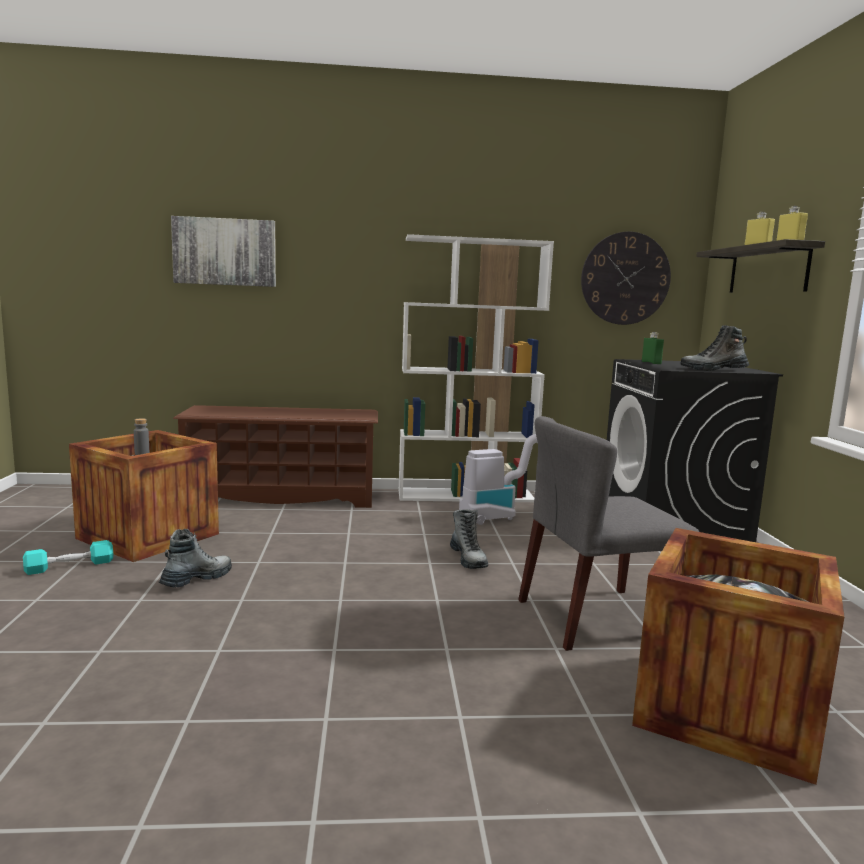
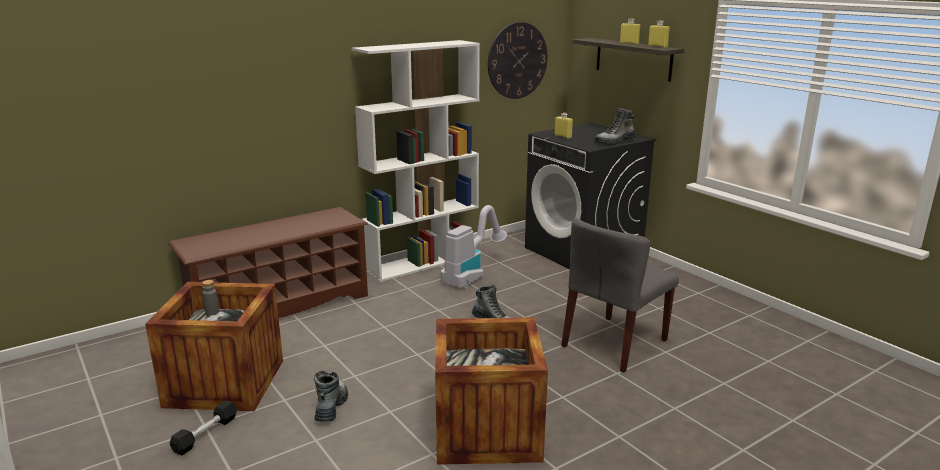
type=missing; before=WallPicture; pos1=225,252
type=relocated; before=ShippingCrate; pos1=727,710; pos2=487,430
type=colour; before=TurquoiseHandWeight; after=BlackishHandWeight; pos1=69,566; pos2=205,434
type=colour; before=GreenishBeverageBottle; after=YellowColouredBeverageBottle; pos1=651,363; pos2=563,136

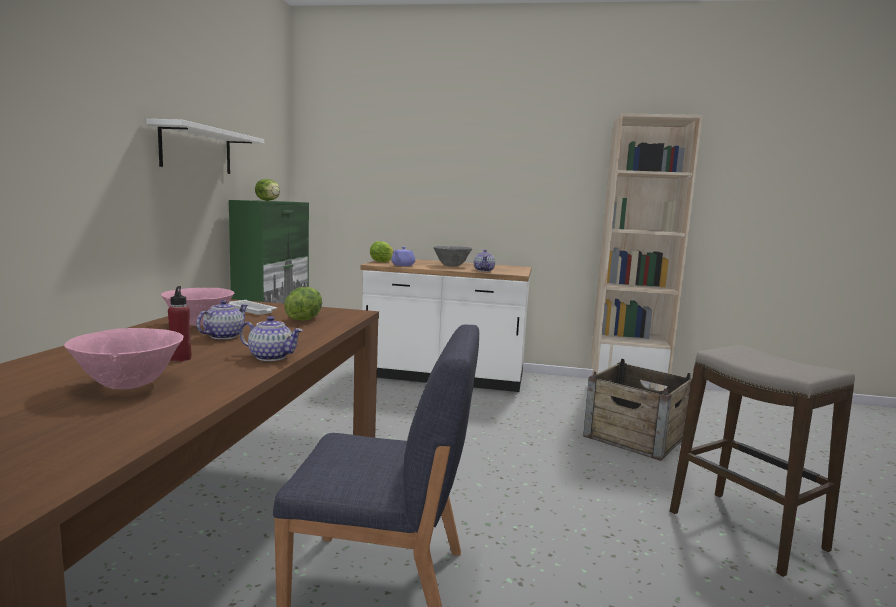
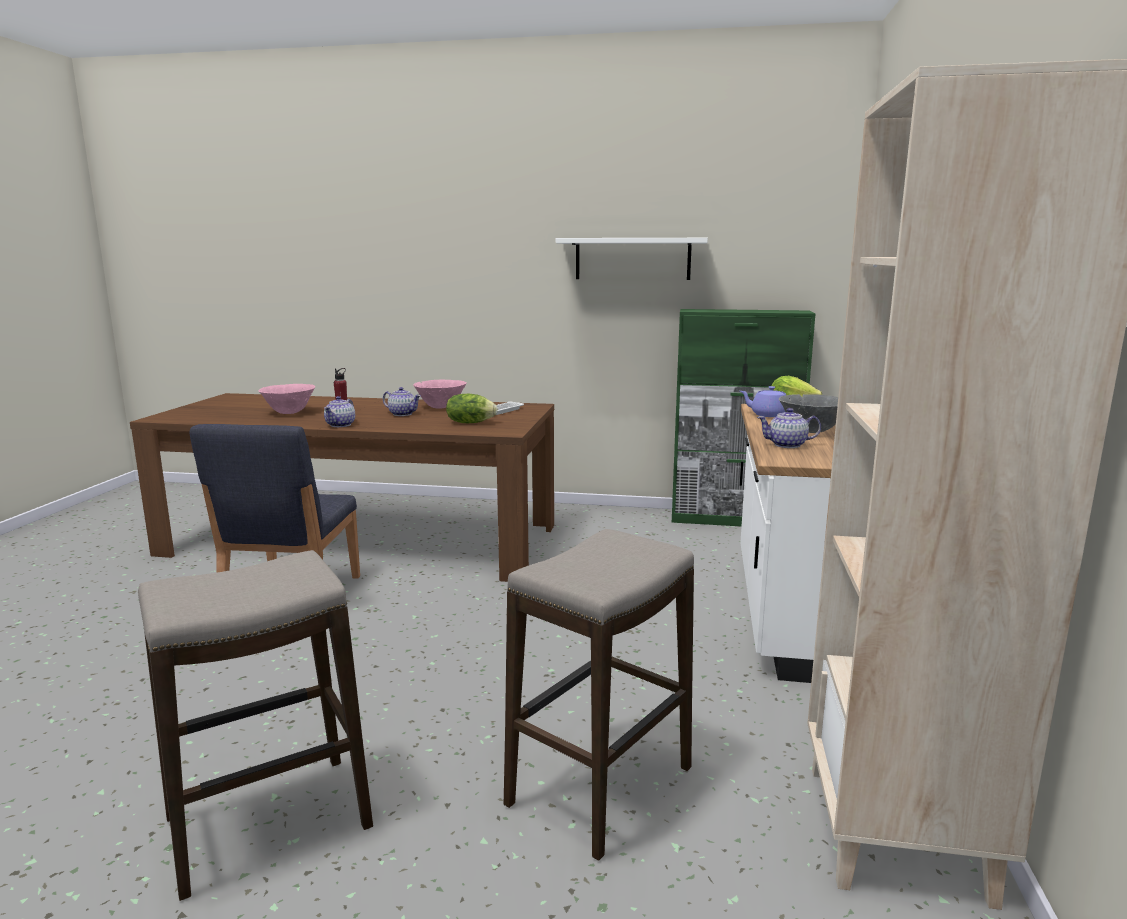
type=missing; before=LettuceHead; pos1=268,200
type=exchanged; before=ShippingCrate; after=Stool; pos1=635,436; pos2=601,786

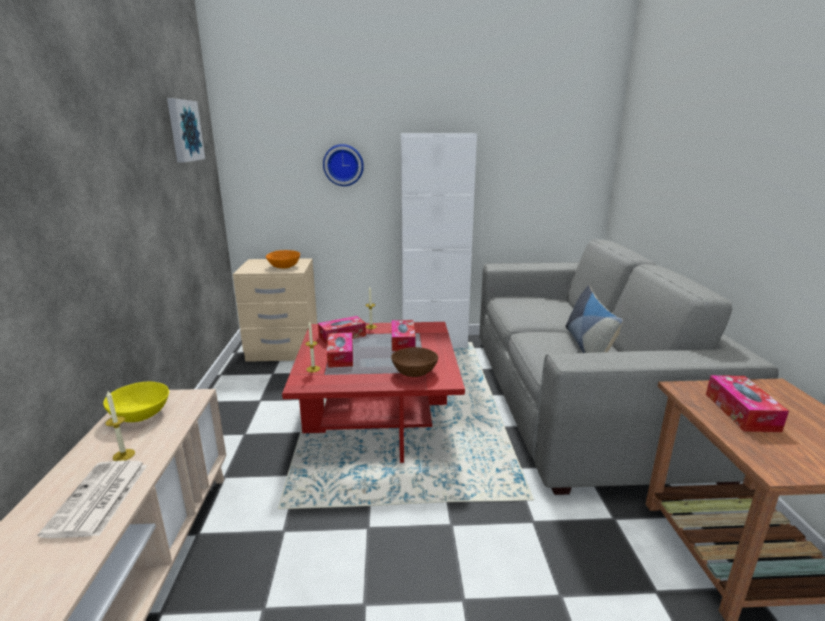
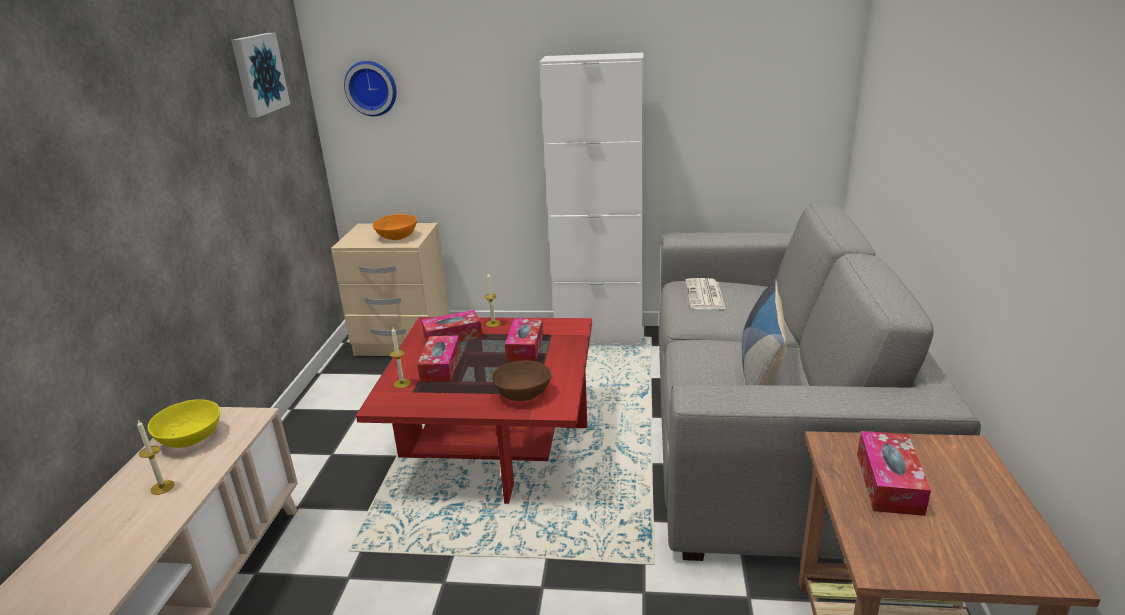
type=relocated; before=DailyPaper; pos1=98,499; pos2=705,295
type=relocated; before=HangingClock; pos1=343,165; pos2=372,88

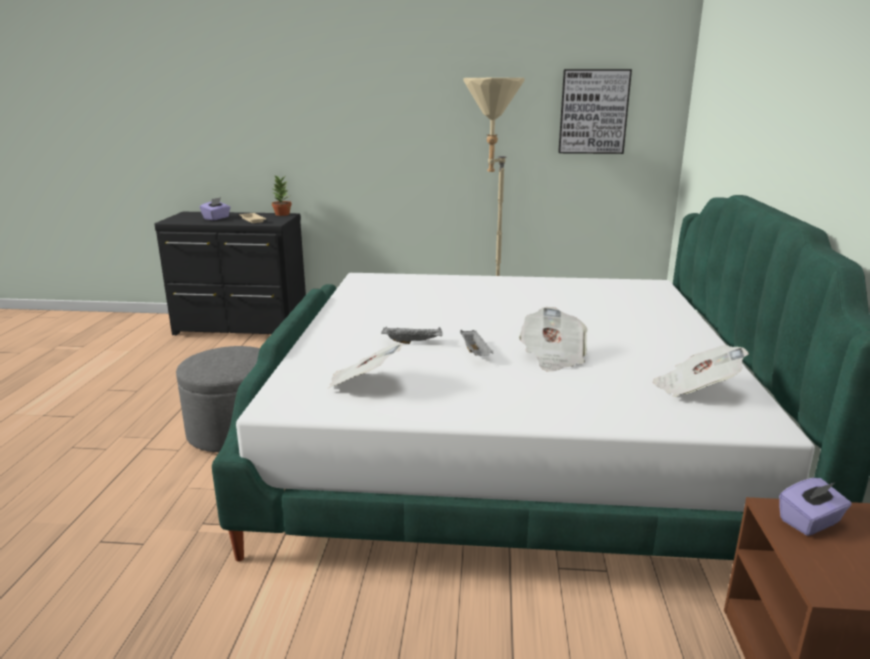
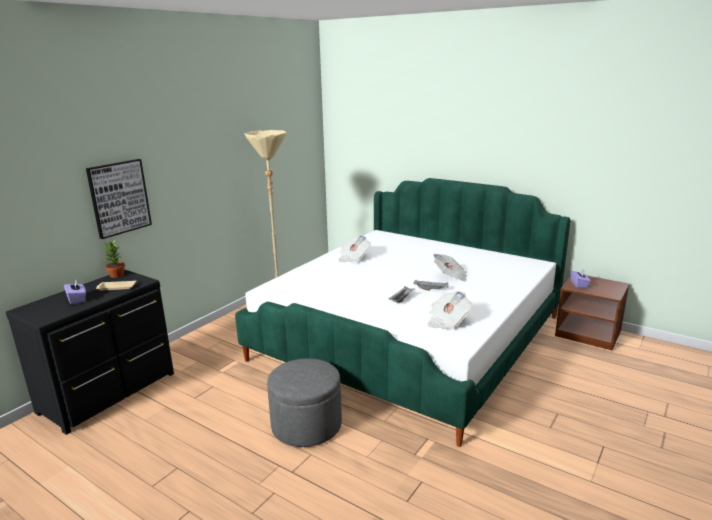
type=relocated; before=WallPicture; pos1=593,112; pos2=119,197
type=relocated; before=DailyPaper; pos1=695,390; pos2=353,258

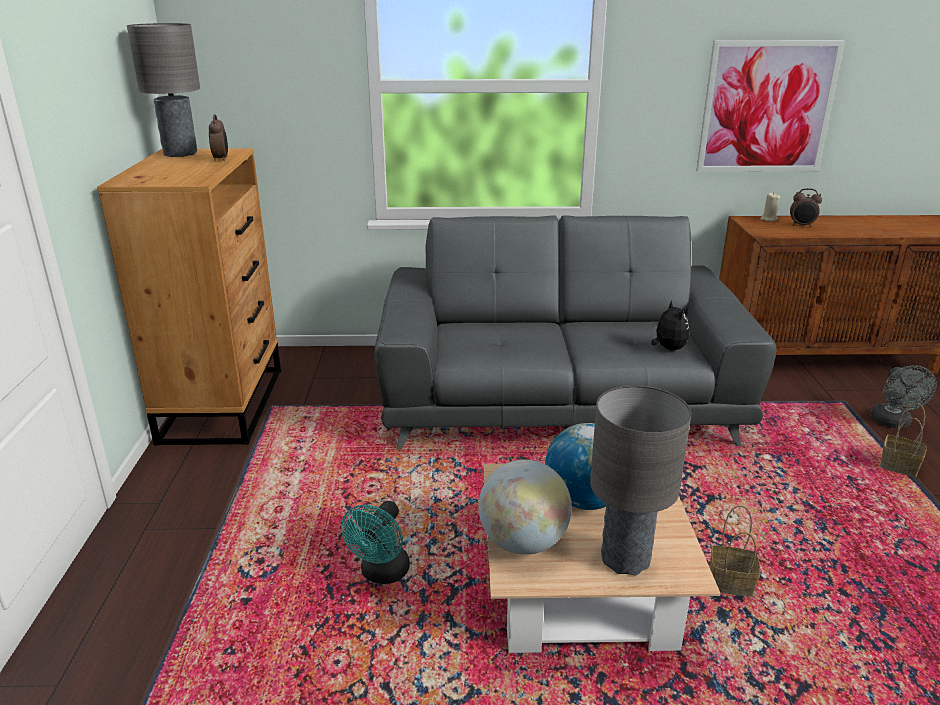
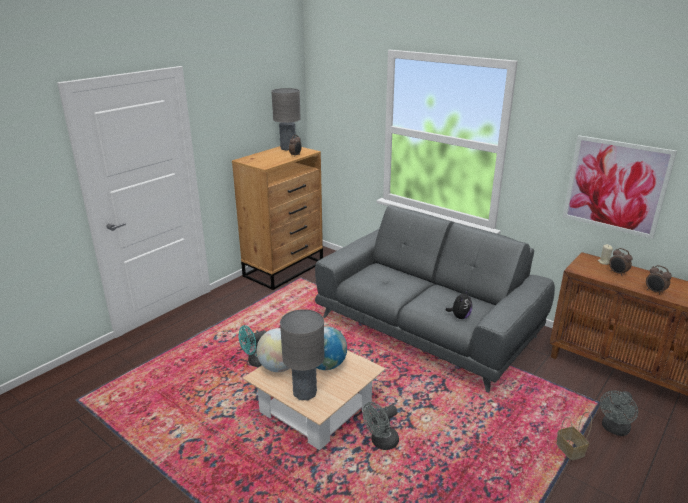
type=appeared; after=BedsideClock; pos2=654,292
type=exchanged; before=Basket; after=GreyFan; pos1=732,583; pos2=381,442

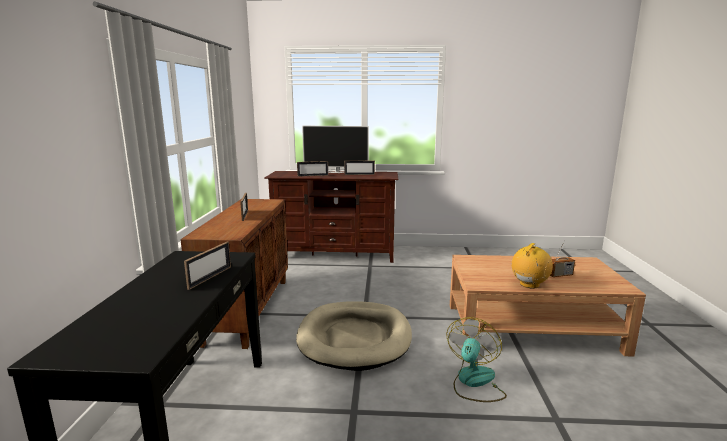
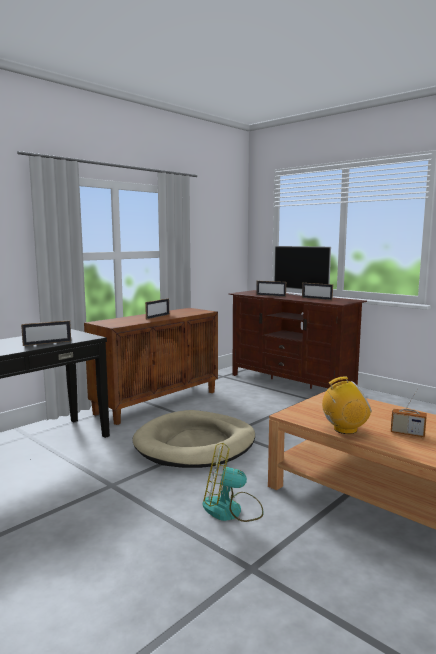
type=spun; before=Fan; pos1=474,382; pos2=231,510; turn=-150

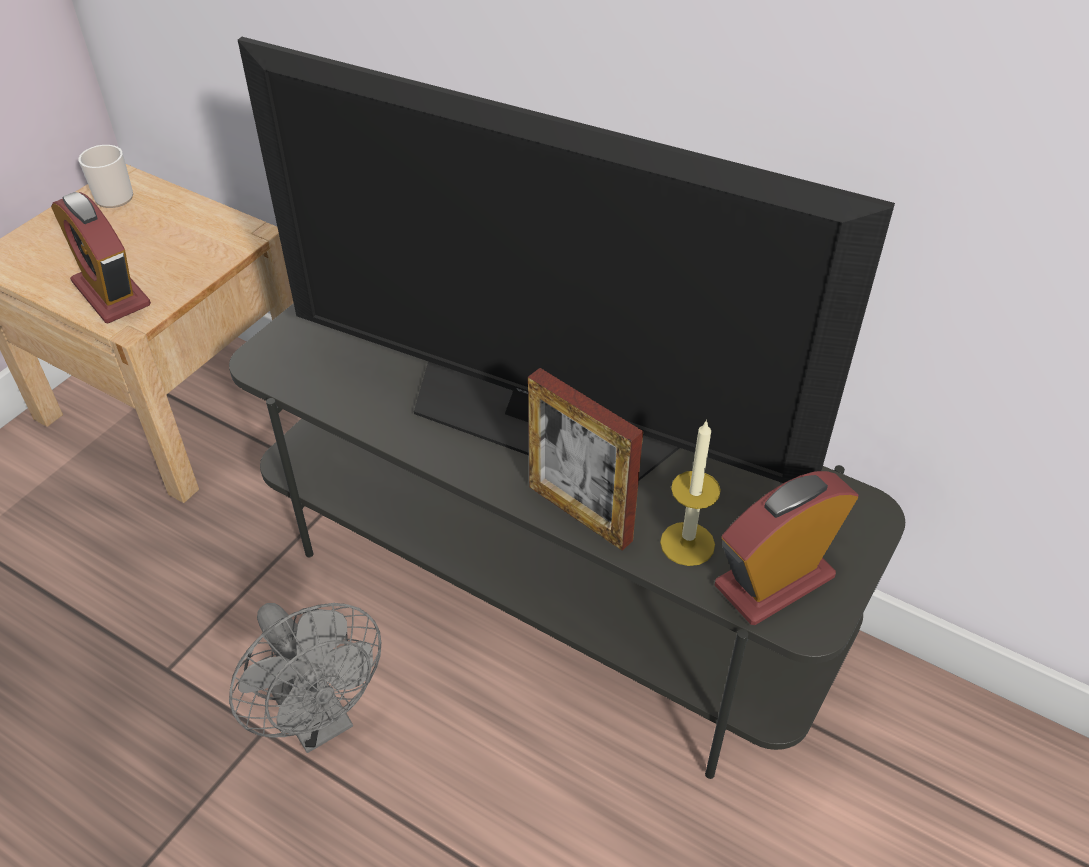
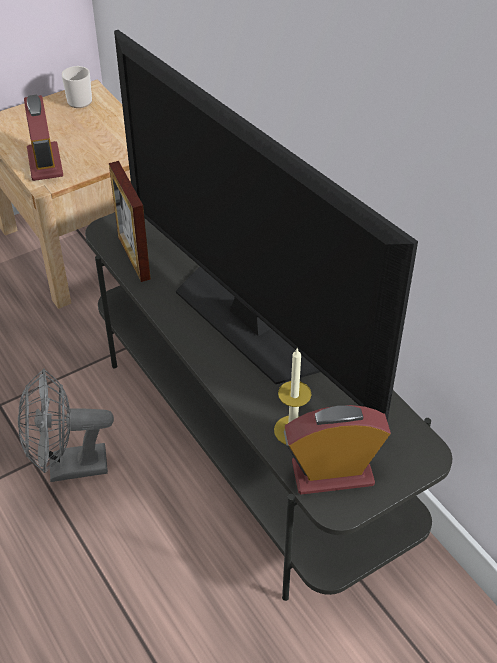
type=relocated; before=PhotoFrame; pos1=580,513; pos2=134,257
type=spun; before=GreyFan; pos1=319,720; pos2=68,467; turn=90

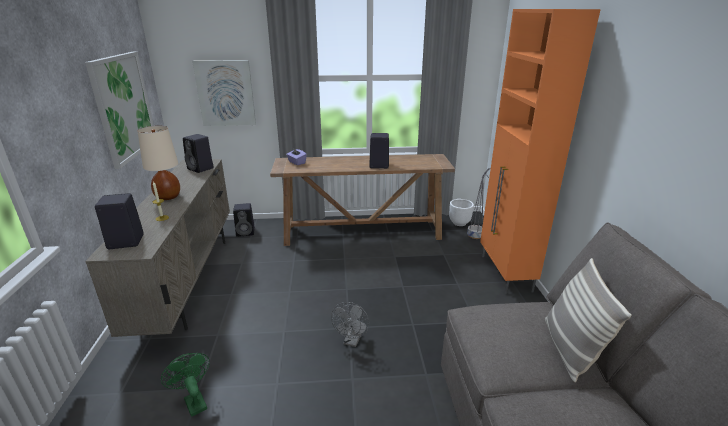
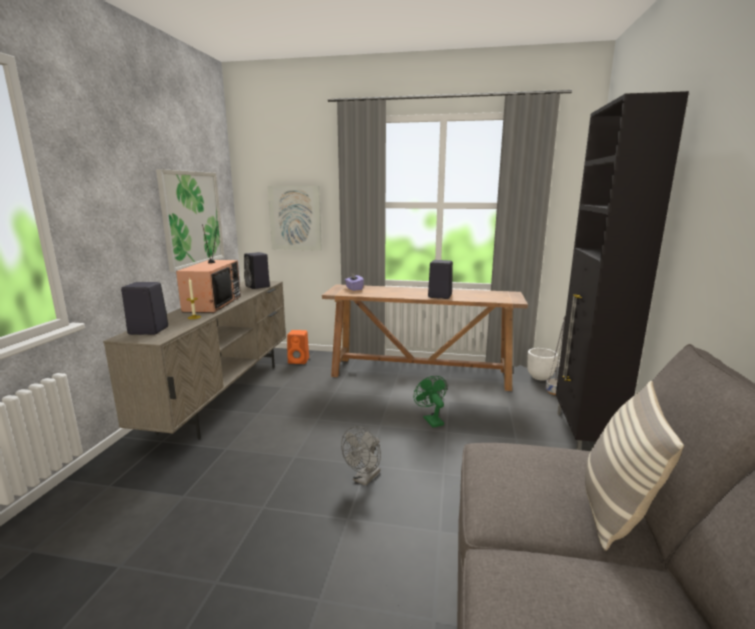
type=relocated; before=GreenishFan; pos1=193,401; pos2=431,420
type=exchanged; before=SandColouredLampForATable; after=TvSet; pos1=167,197; pos2=212,303
type=colour; before=BlackishAudioSpeaker; after=OrangeColouredAudioSpeaker; pos1=246,232; pos2=299,361
type=colour; before=OrangeColouredCabinet; after=BlackishCabinet; pos1=505,273; pos2=584,436

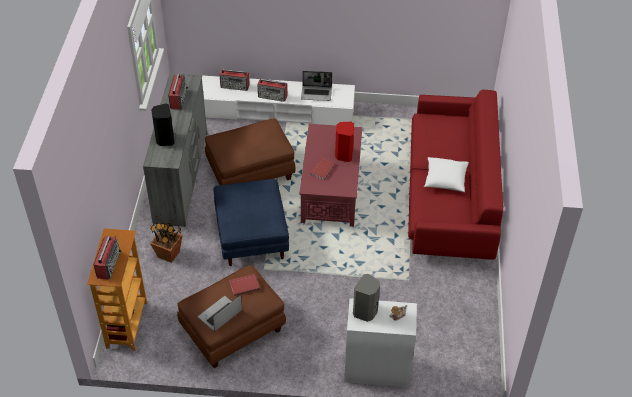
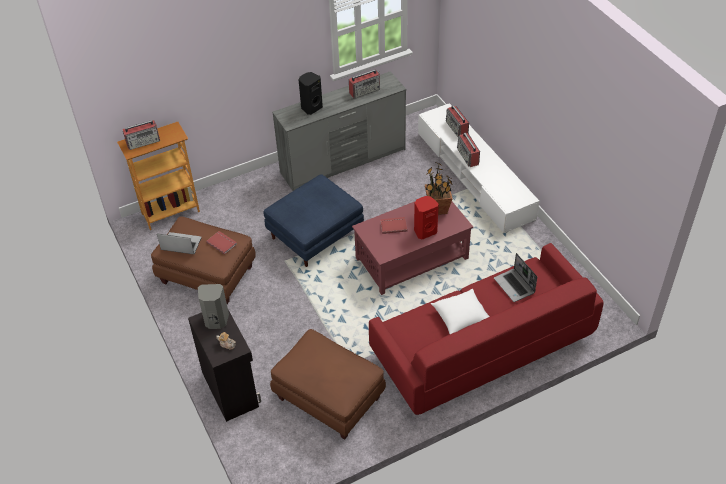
type=relocated; before=Houseplant; pos1=169,254; pos2=437,209
type=relocated; before=BrownOttoman; pos1=250,173; pos2=328,398
type=relocated; before=Laptop; pos1=316,93; pos2=514,286
type=colour; before=WhiteCabinet; after=BlackishCabinet; pos1=376,369; pos2=231,388

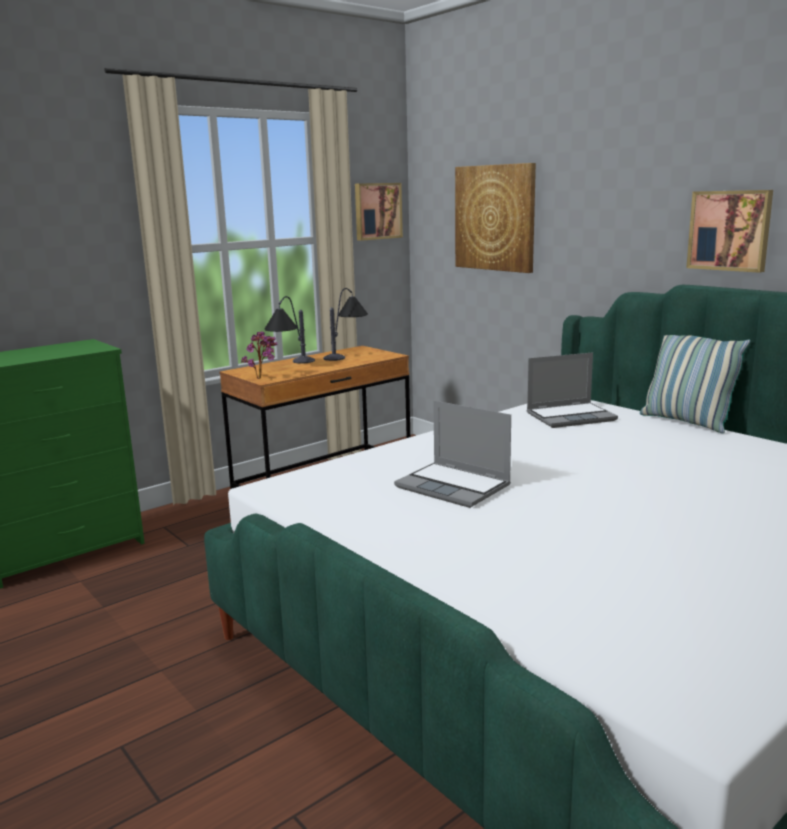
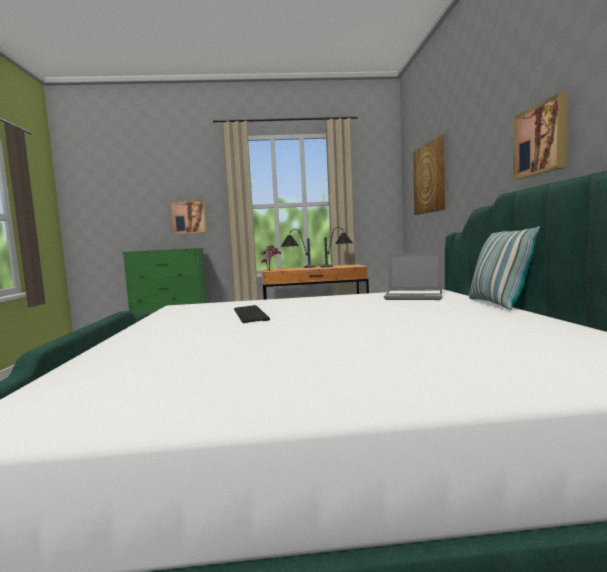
type=relocated; before=WallPicture; pos1=377,211; pos2=189,217
type=exchanged; before=Laptop; after=PcKeyboard; pos1=454,486; pos2=252,314

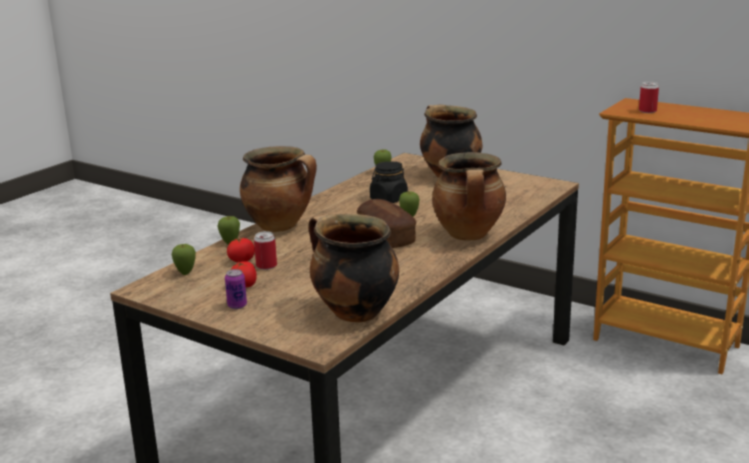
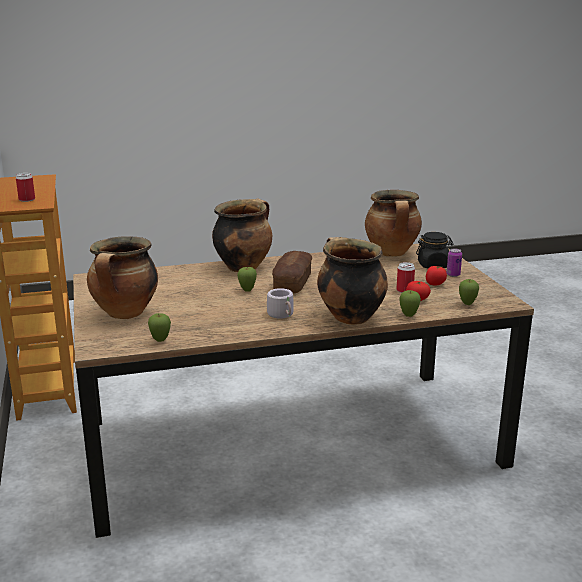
type=appeared; after=GreyCoffeeMug; pos2=283,315
type=relocated; before=BlackishJar; pos1=388,199; pos2=433,265

